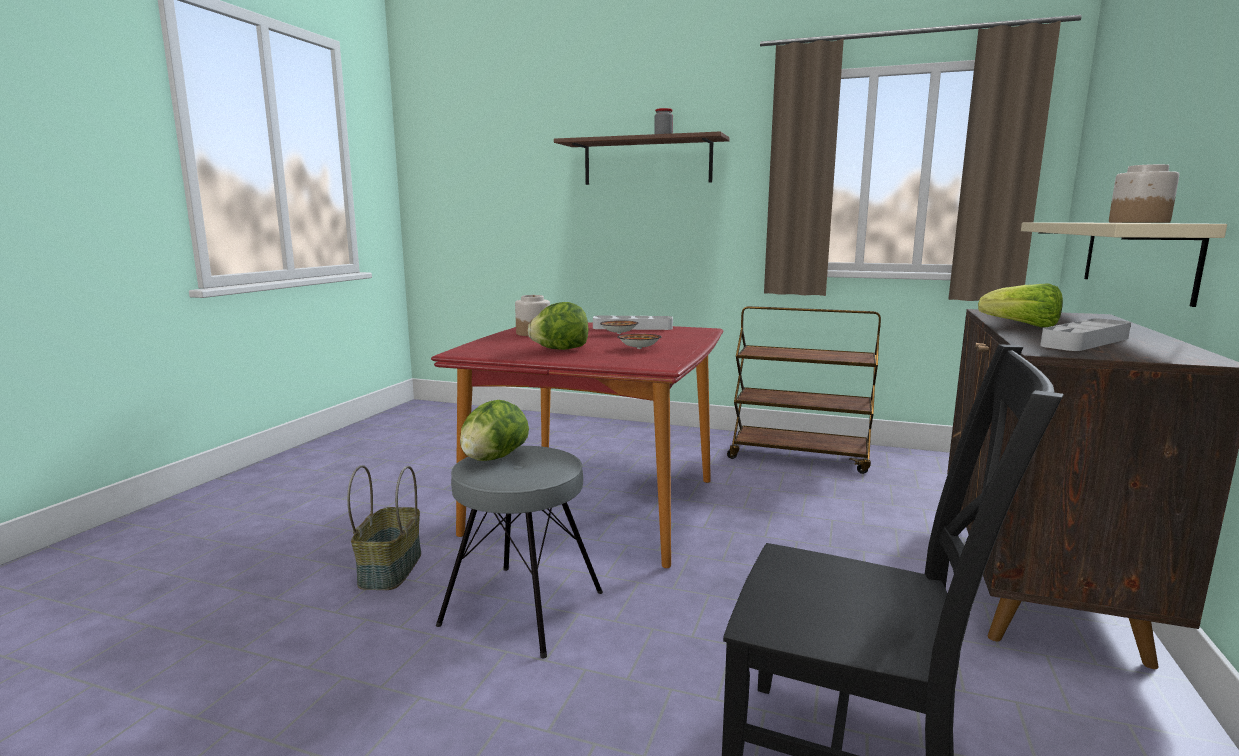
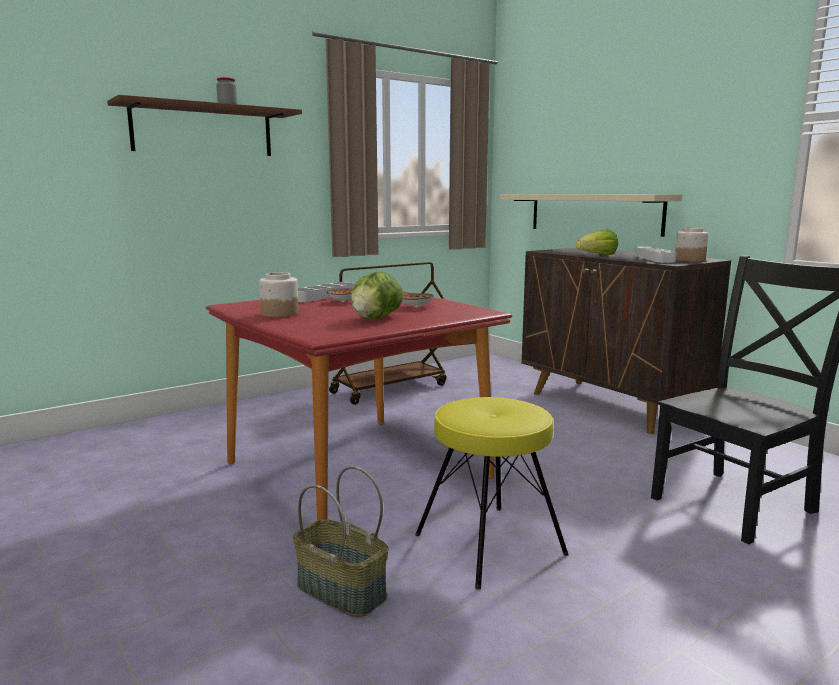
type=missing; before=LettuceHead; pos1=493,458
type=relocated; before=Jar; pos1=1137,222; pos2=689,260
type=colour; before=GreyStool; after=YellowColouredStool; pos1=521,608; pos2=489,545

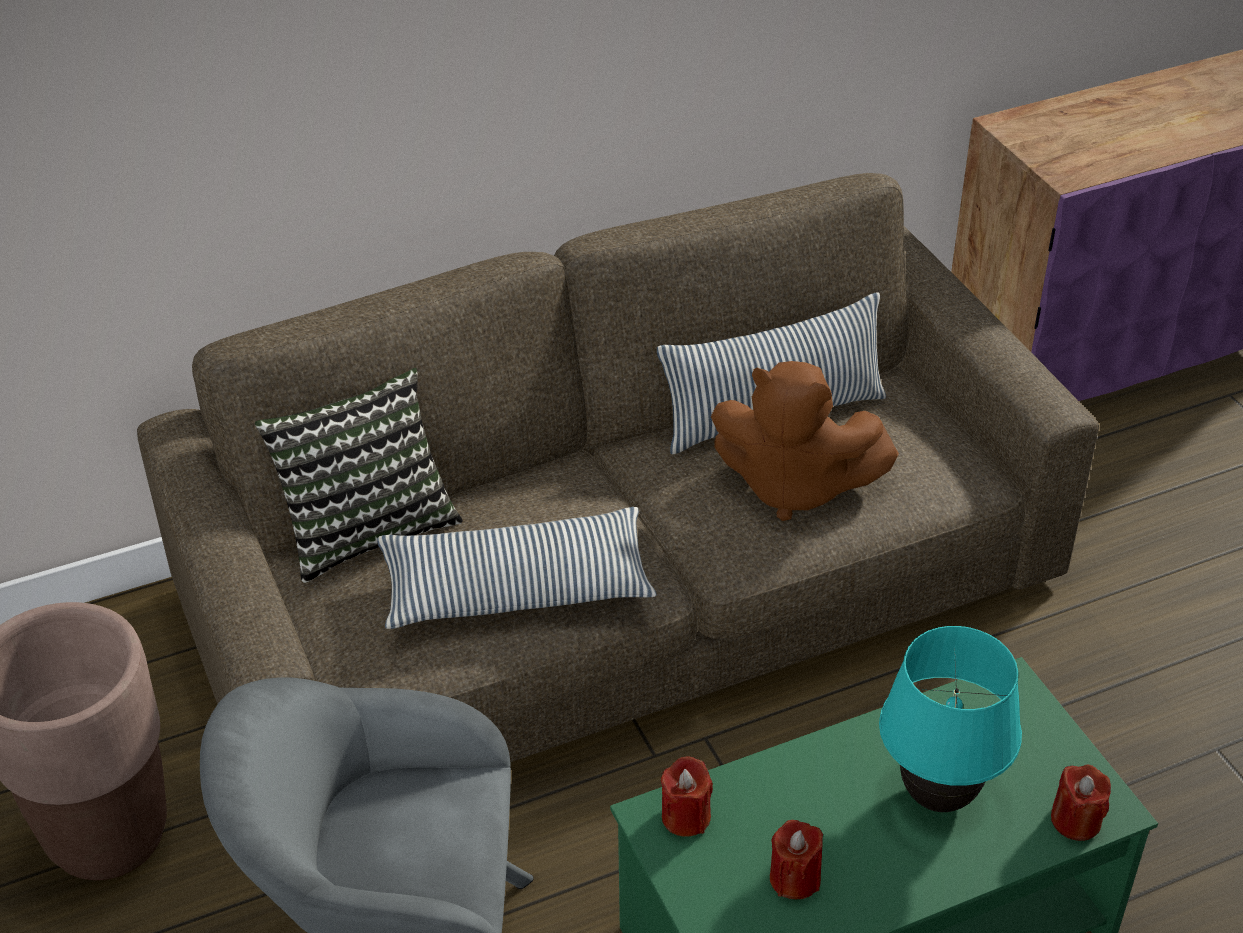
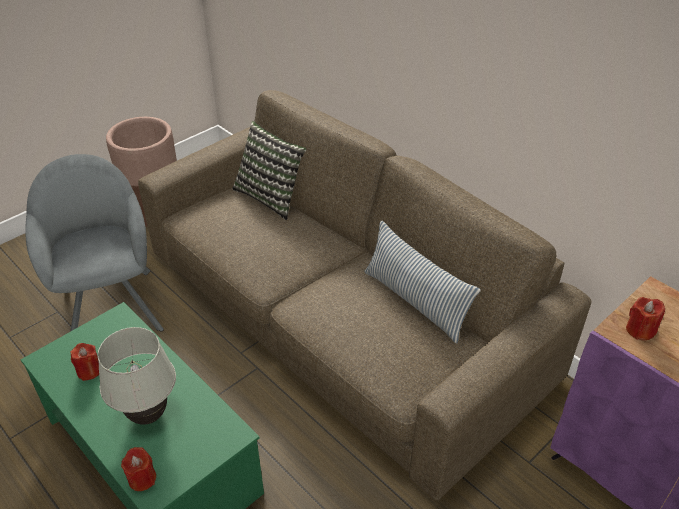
type=missing; before=Cushion; pos1=516,588
type=missing; before=BrownSoftToy; pos1=793,486
type=relocated; before=RedCandle; pos1=685,817; pos2=640,330
type=colour; before=TurquoiseLampForATable; after=WhiteLampForATable; pos1=937,797; pos2=148,415

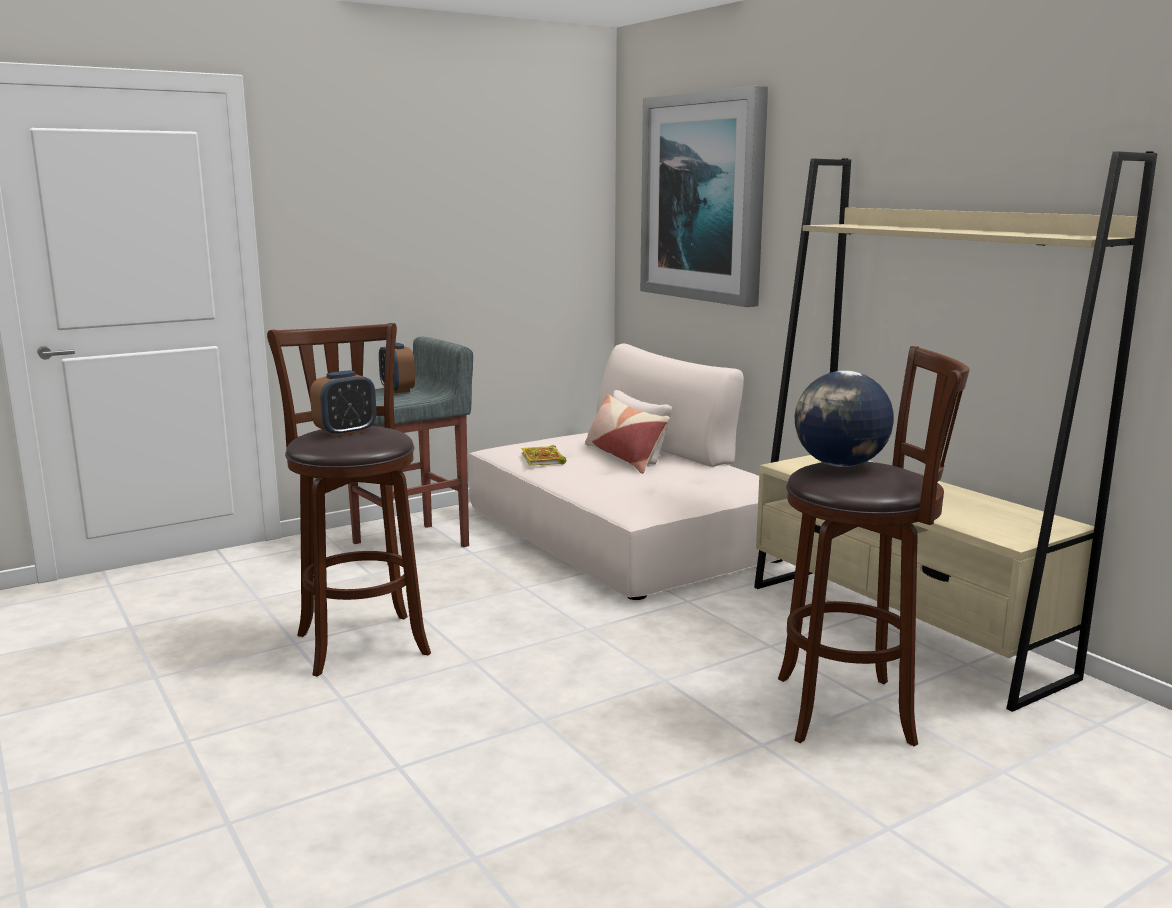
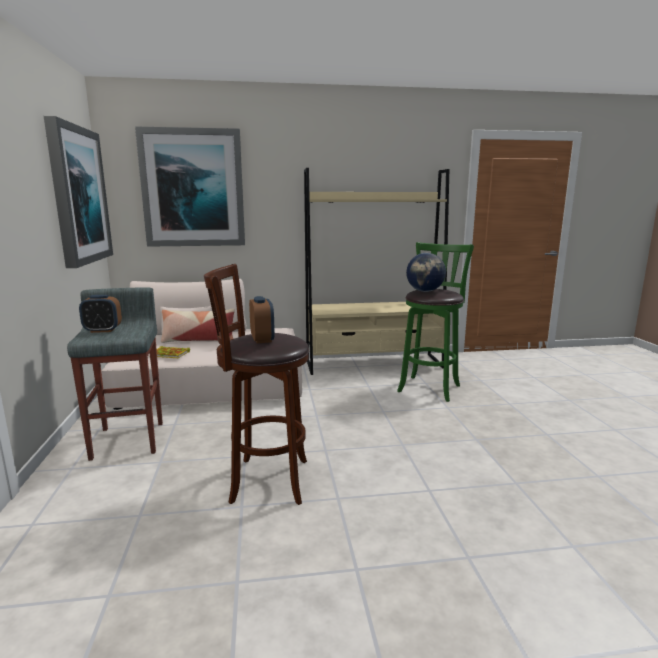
type=appeared; after=WallPicture; pos2=78,195
type=colour; before=BrownStool; after=GreenishStool; pos1=853,710; pos2=430,387

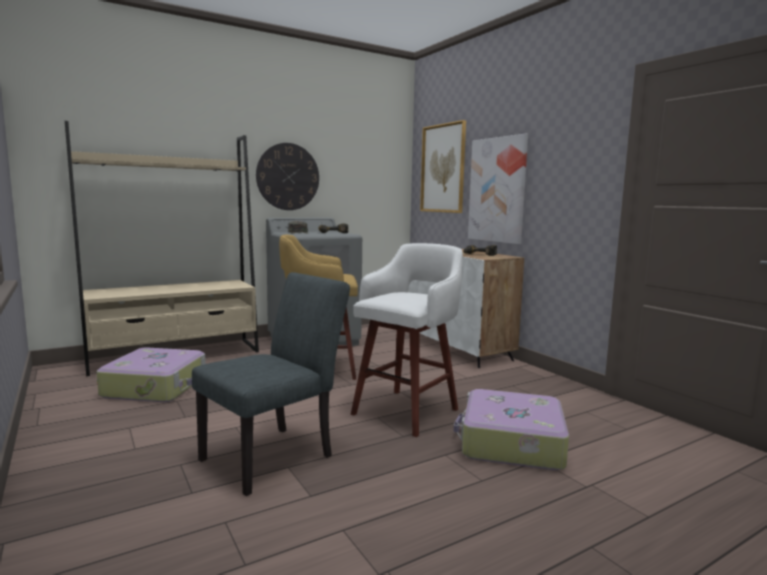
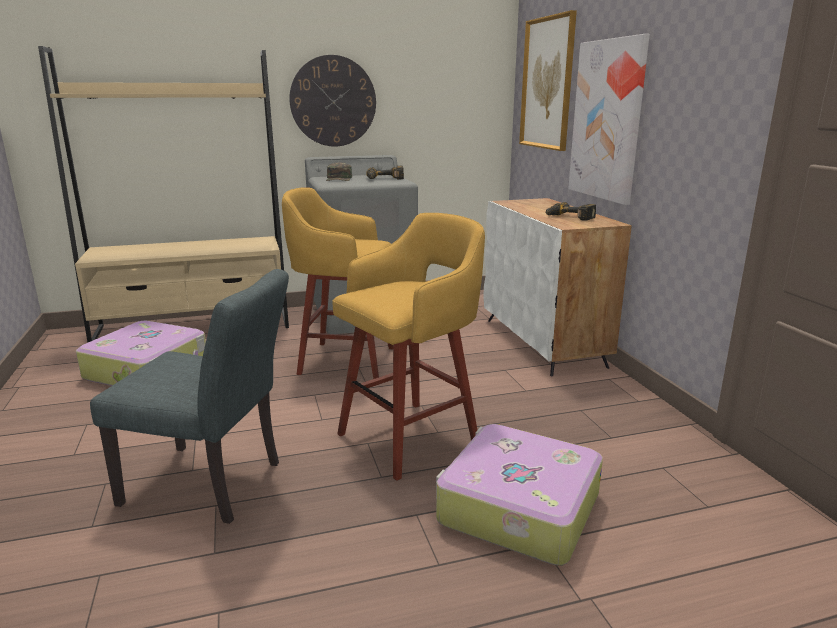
type=colour; before=WhiteStool; after=YellowColouredStool; pos1=407,411; pos2=412,437
type=spun; before=GreyChair; pos1=275,455; pos2=213,485; turn=45

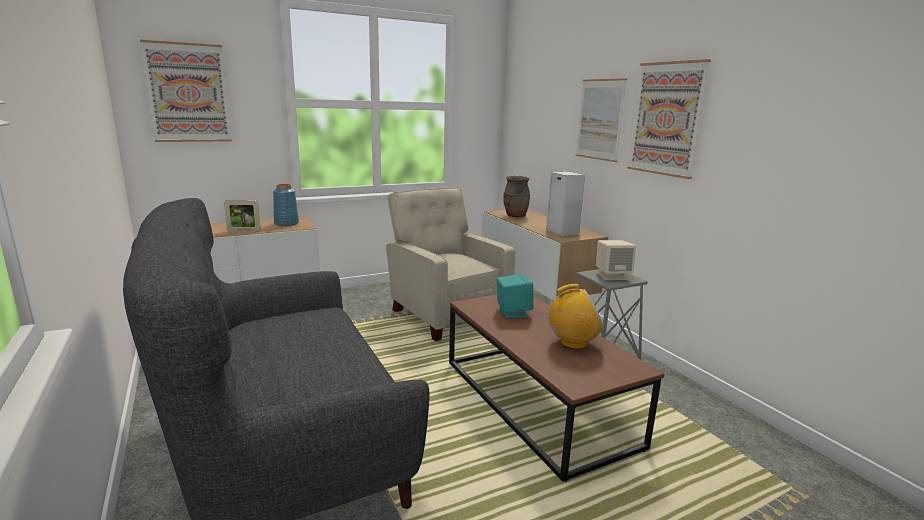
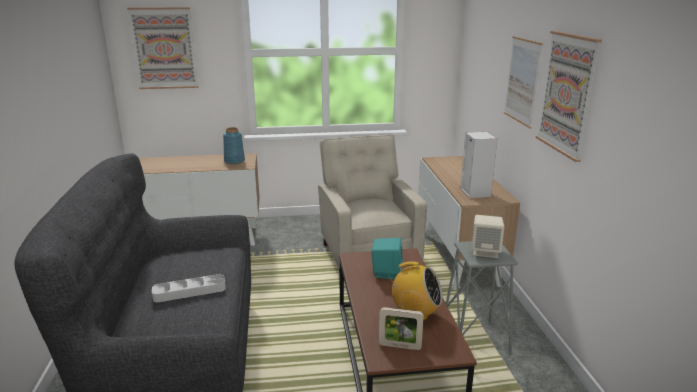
type=missing; before=BrownFlowerVase; pos1=515,216
type=appeared; after=GreyServingTray; pos2=189,291
type=relocated; before=PhotoFrame; pos1=244,231; pos2=400,346

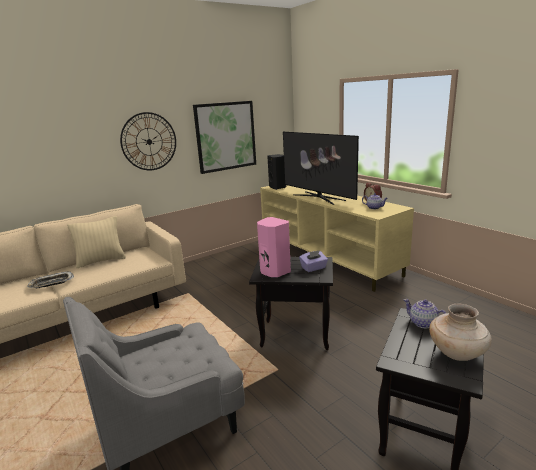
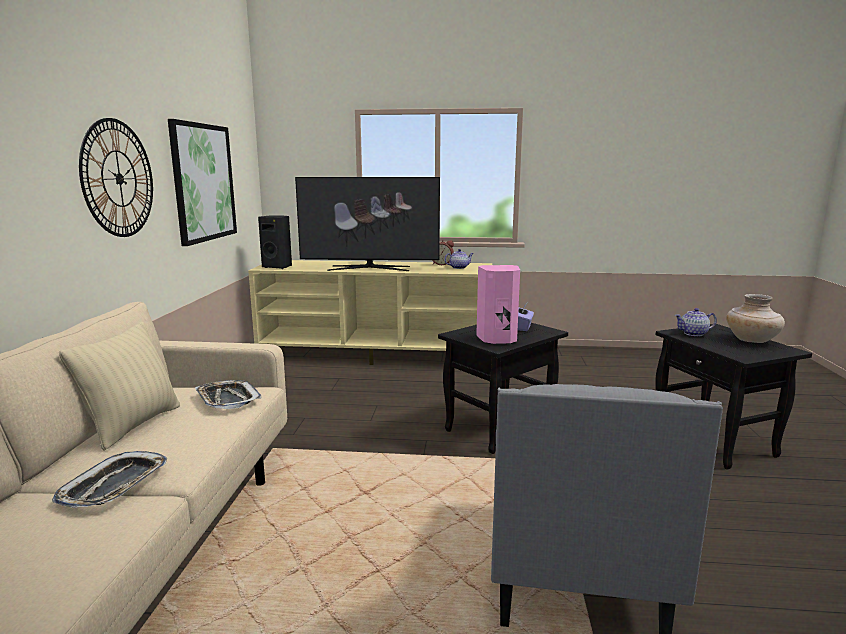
type=appeared; after=ServingTray; pos2=227,399

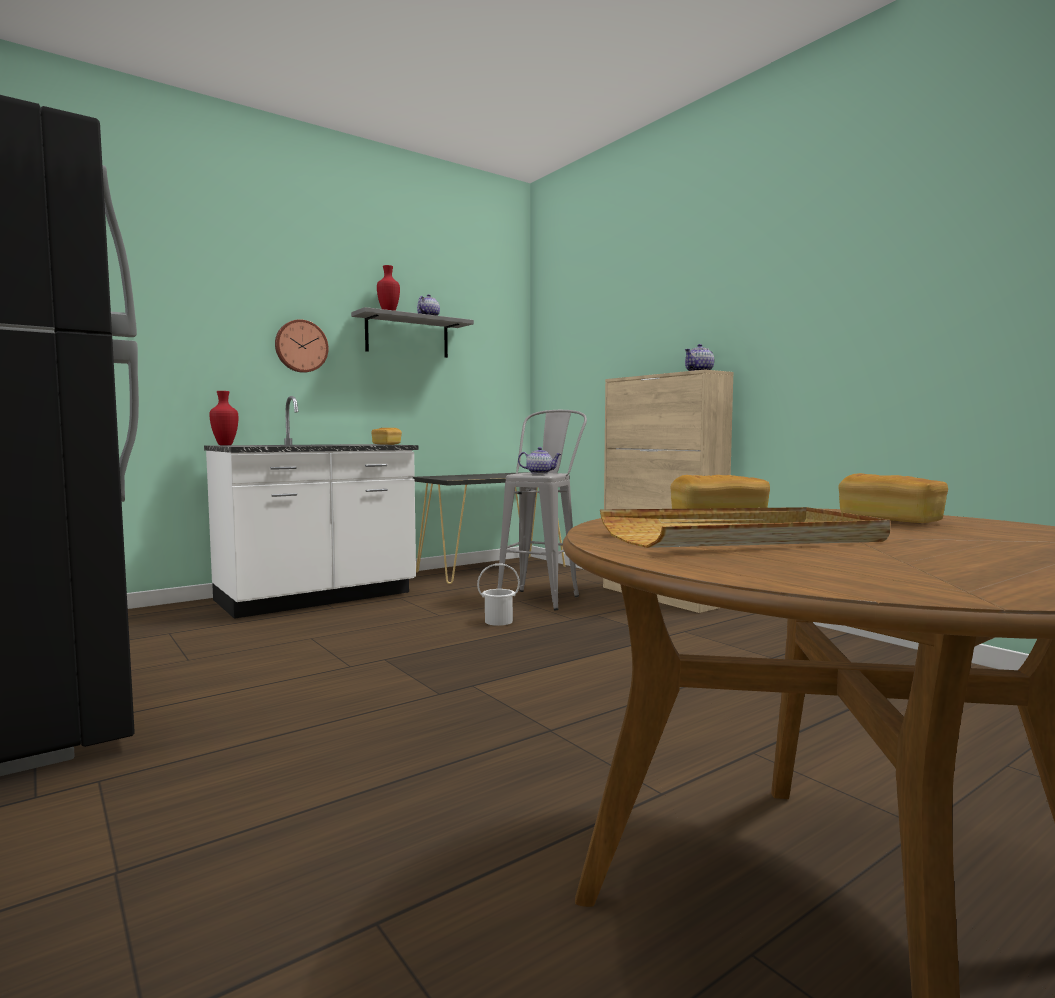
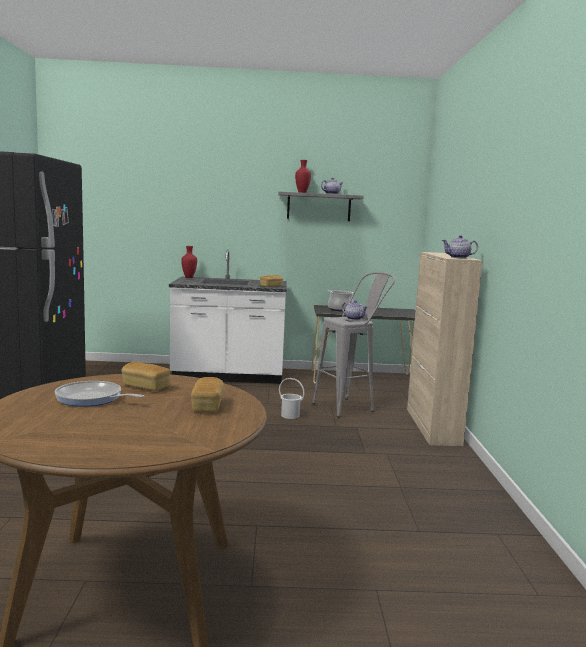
type=missing; before=HangingClock; pos1=301,346
type=appeared; after=CookingPot; pos2=340,309
type=exchanged; before=SandColouredServingTray; after=FryingPan; pos1=742,537; pos2=92,398

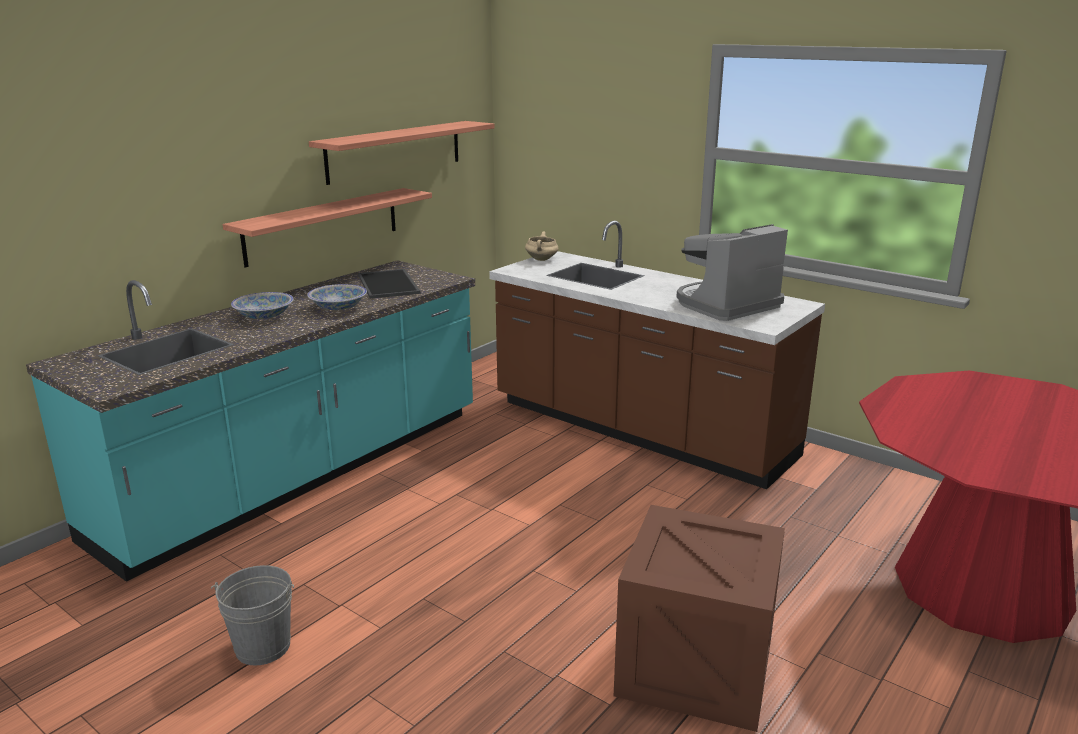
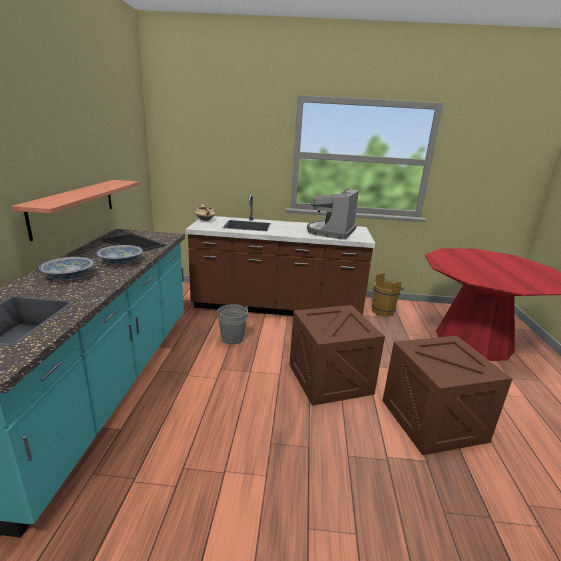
type=missing; before=Shelf; pos1=395,151
type=appeared; after=ShippingCrate; pos2=329,379
type=appeared; after=BrownPail; pos2=384,311
type=relocated; before=GreyPail; pos1=262,647; pos2=232,338

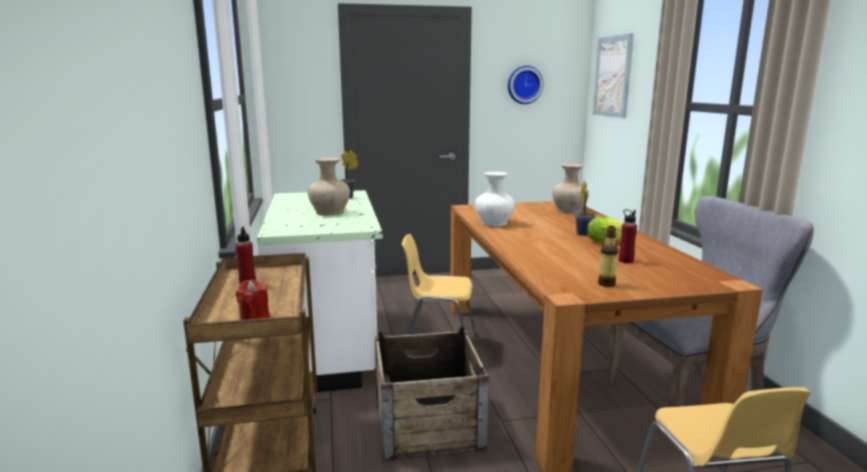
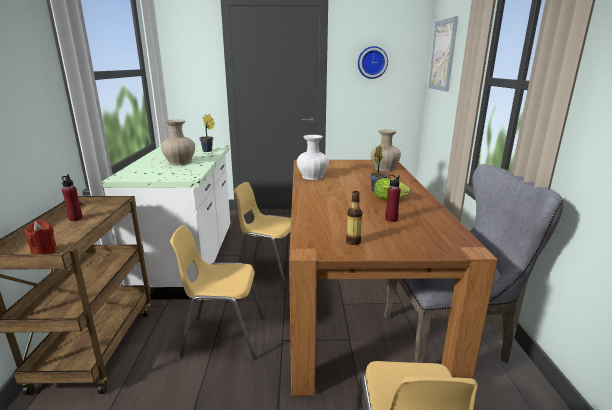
type=exchanged; before=ShippingCrate; after=YellowColouredChair; pos1=427,424; pos2=223,336

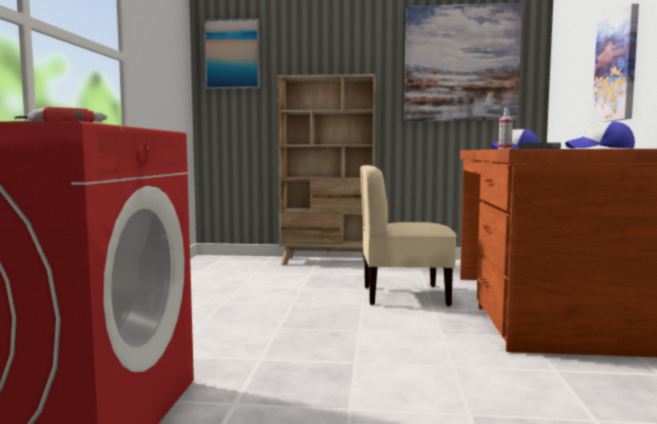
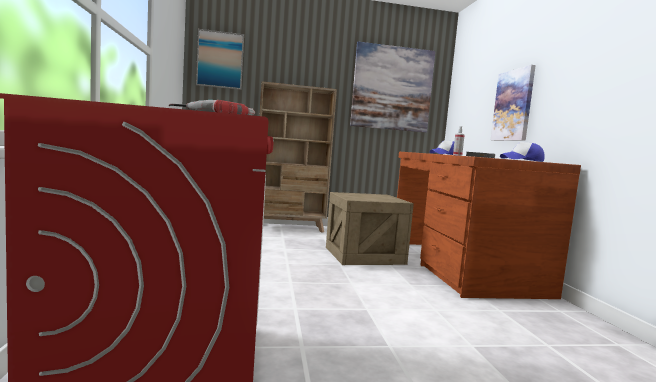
type=exchanged; before=SandColouredChair; after=ShippingCrate; pos1=404,295; pos2=363,255

